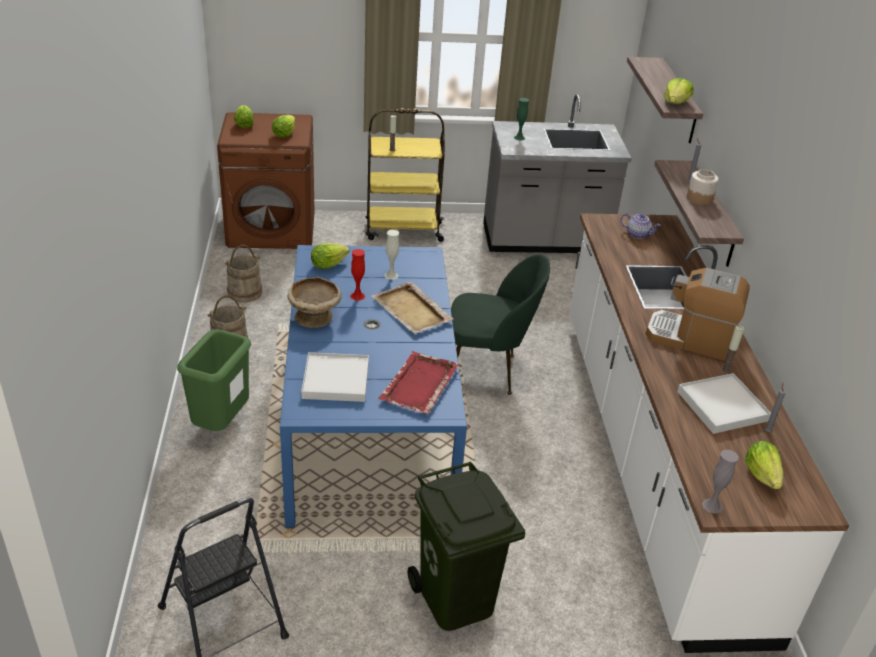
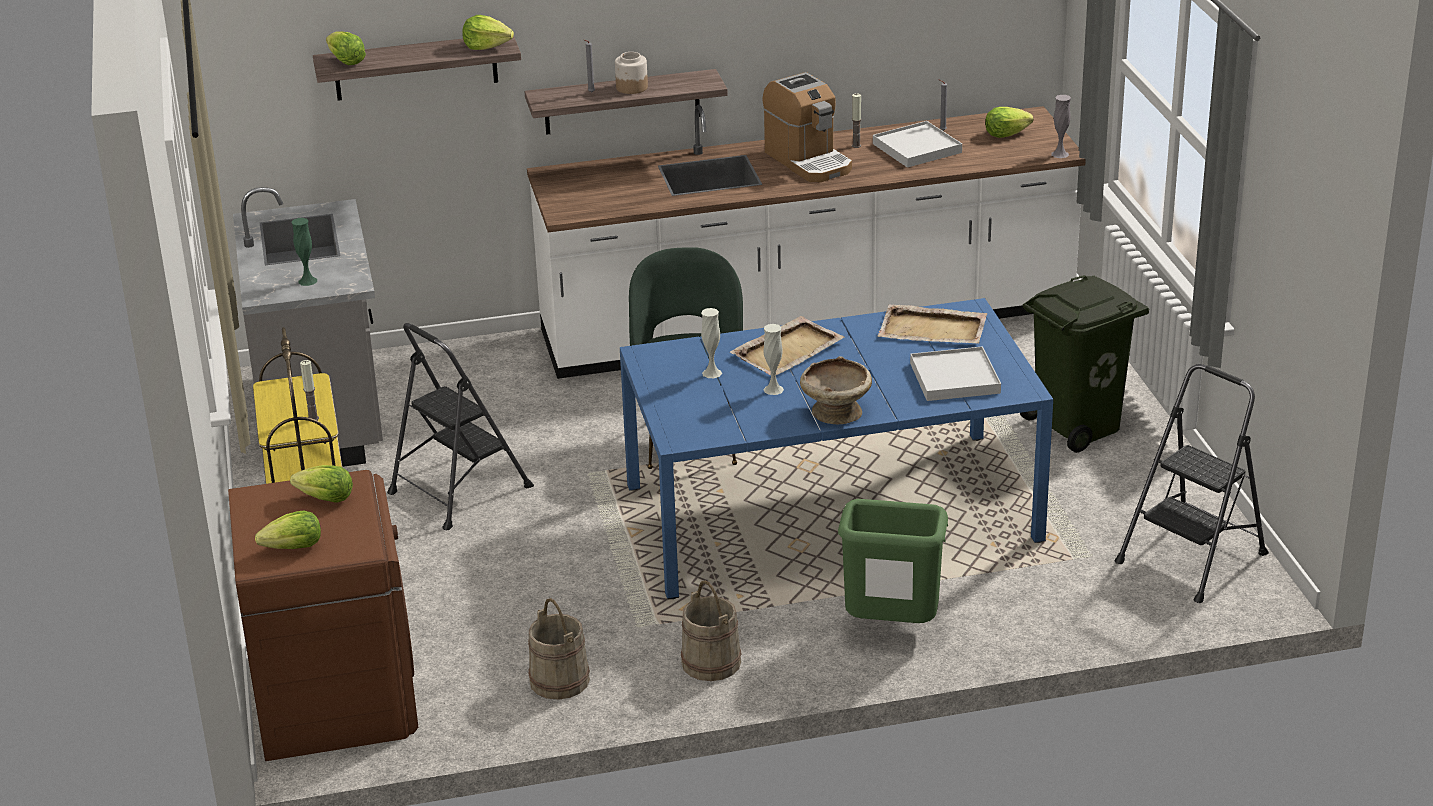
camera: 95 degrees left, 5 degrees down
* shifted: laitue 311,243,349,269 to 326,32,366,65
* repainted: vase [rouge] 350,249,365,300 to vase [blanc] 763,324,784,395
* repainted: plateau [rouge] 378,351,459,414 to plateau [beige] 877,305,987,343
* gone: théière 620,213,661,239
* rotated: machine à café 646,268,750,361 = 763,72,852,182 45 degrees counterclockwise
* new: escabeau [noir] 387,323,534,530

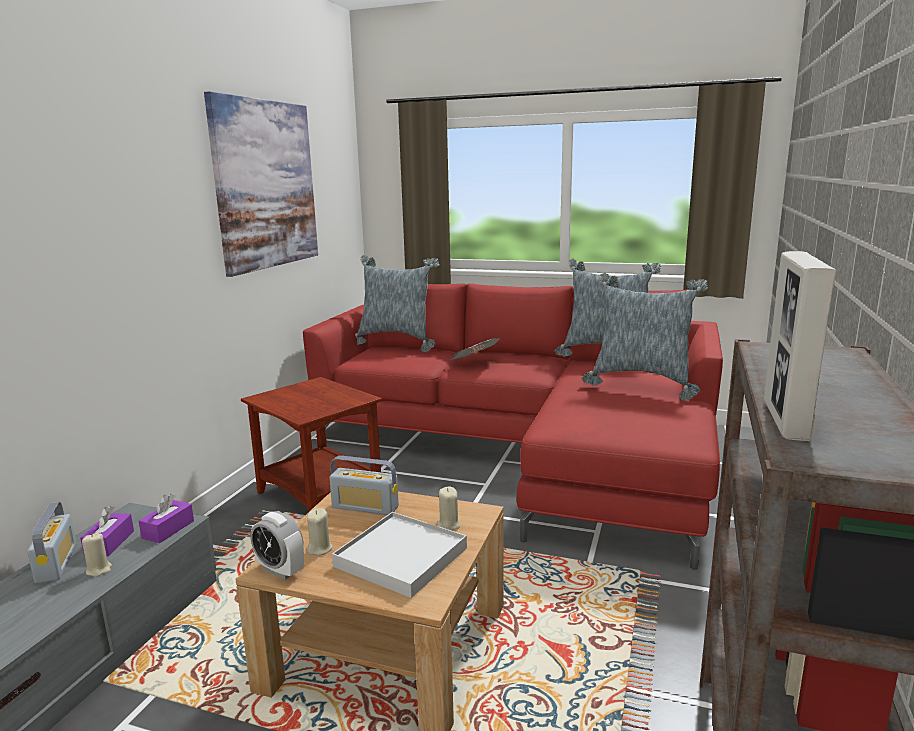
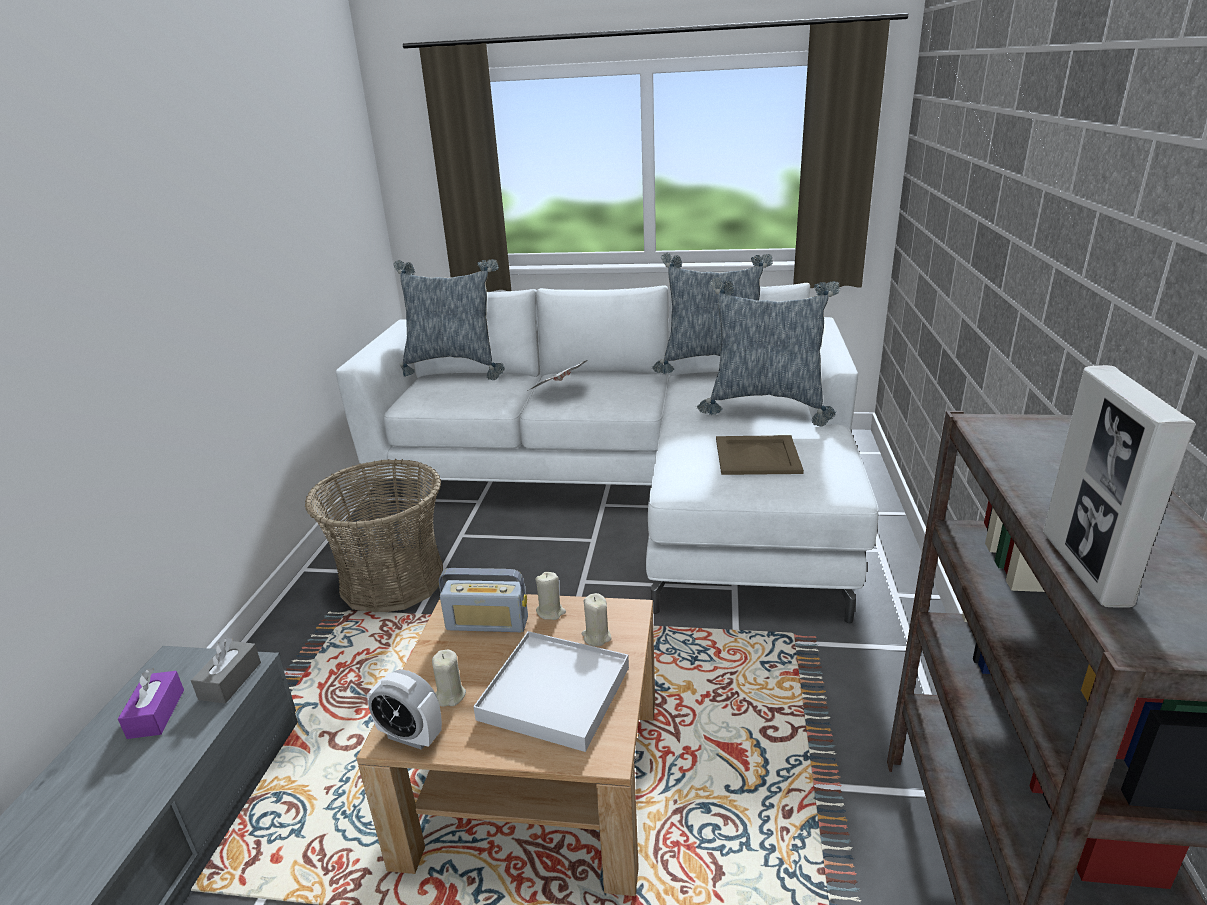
camera: 10 degrees left, 10 degrees up
* gone: radio 27,502,77,583
* shifted: bougie [beige] 82,533,112,577 to 535,572,566,620
* repainted: boîte à mouchoirs [violet] 138,494,194,543 to boîte à mouchoirs [gris] 191,638,261,704
* gone: tableau 204,91,318,277
* swapped: table d'appoint [marron] 241,377,382,512 to panier 305,459,443,612
* repainted: canapé [rouge] 303,284,723,570 to canapé [blanc] 336,283,879,623
* new: plateau [beige] 716,435,804,475

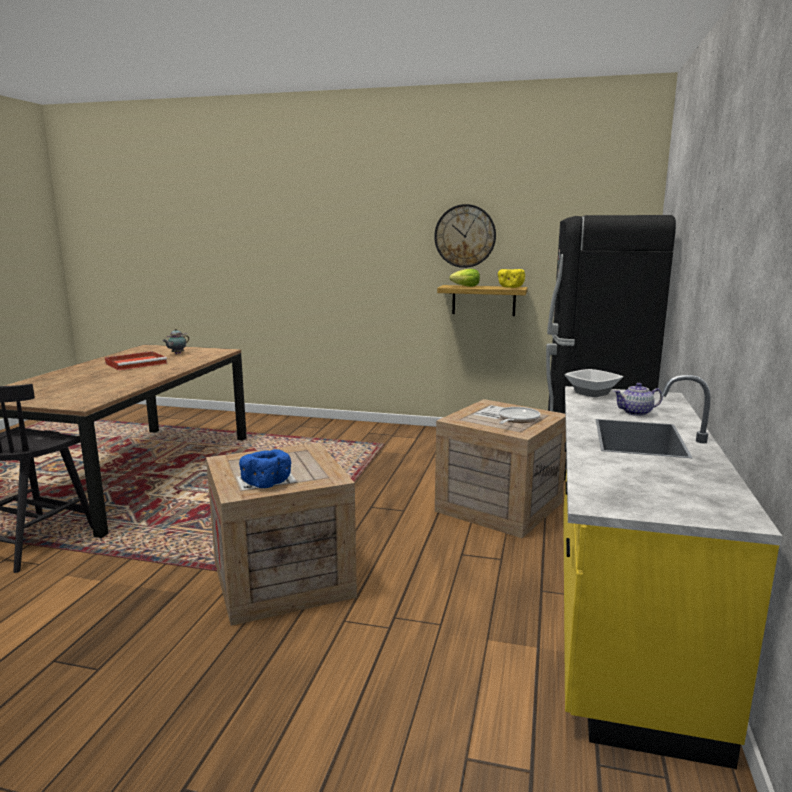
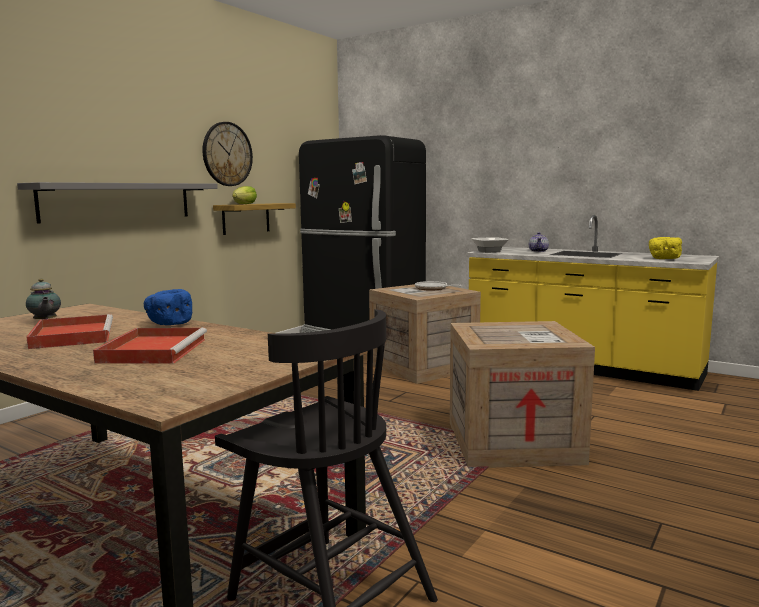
camera: 70 degrees left, 5 degrees down
* shifted: bol [bleu] 239,449,291,488 to 144,289,192,325
* shifted: bol [jaune] 498,269,525,288 to 649,237,682,259
* new: étagère [gris] 17,182,218,224
* new: plateau [rouge] 93,327,207,364

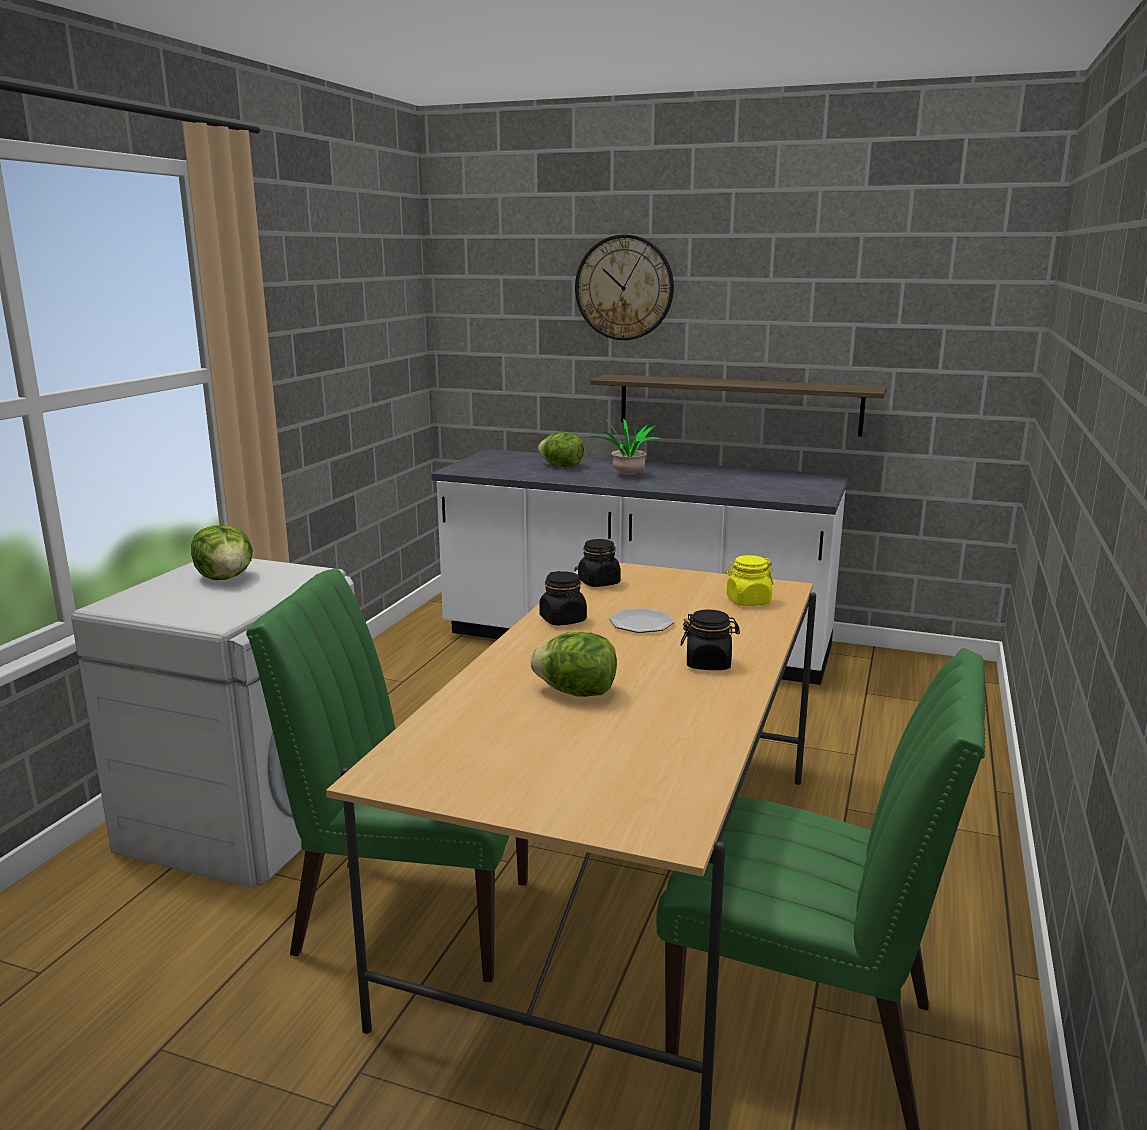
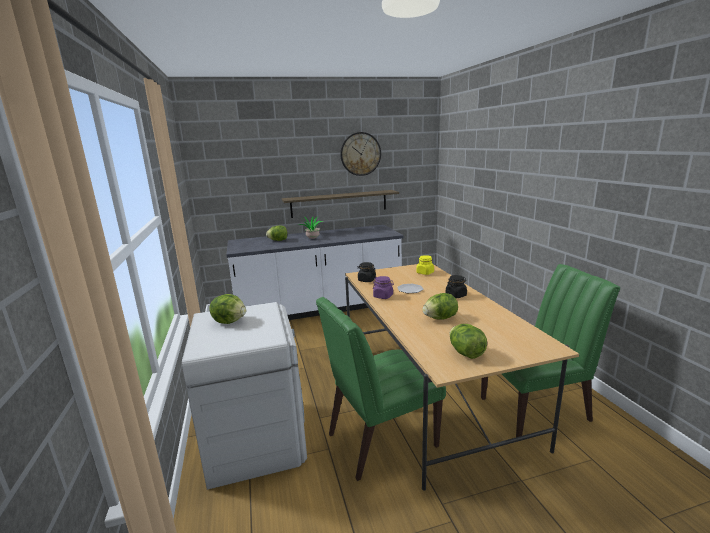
camera: 35 degrees left, 0 degrees up
* repainted: bocal [noir] 539,571,587,626 to bocal [violet] 373,276,394,299
* shifted: horloge murale 575,235,674,340 to 340,132,381,176
* new: laitue 449,324,487,359

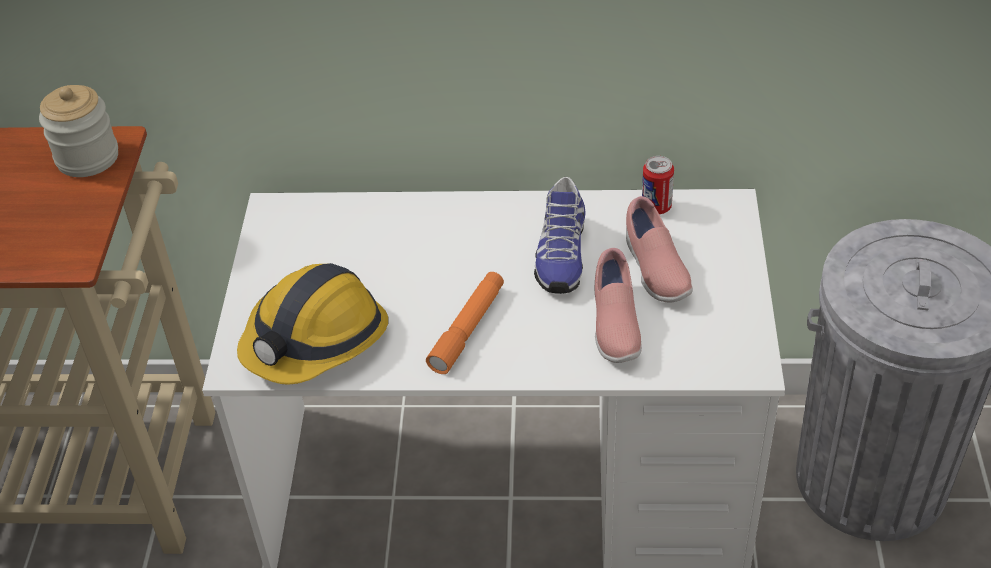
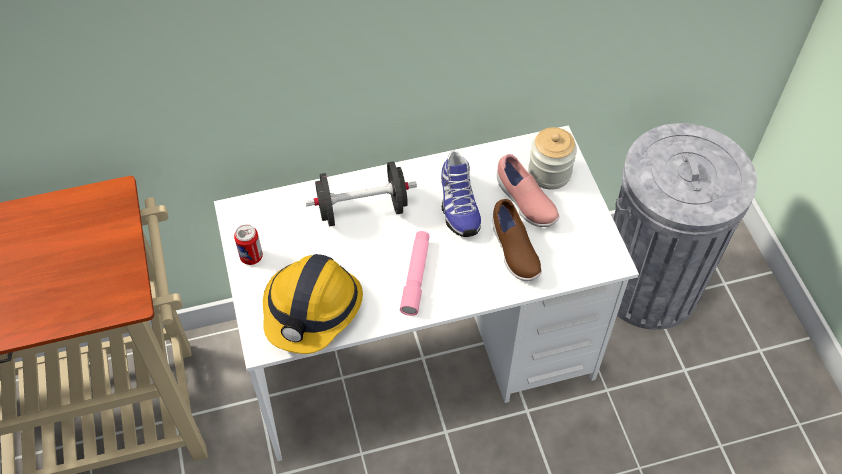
camera: 20 degrees left, 10 degrees up
* shifted: bocal 39,85,118,177 to 528,127,577,190
* repainted: lampe de poche [orange] 426,272,504,374 to lampe de poche [rose] 400,231,429,316
* repainted: chaussure [rose] 595,248,642,363 to chaussure [marron] 493,199,542,281
* shifted: boîte métallique 642,156,674,214 to 234,224,263,265
* new: haltère [noir] 305,161,417,226

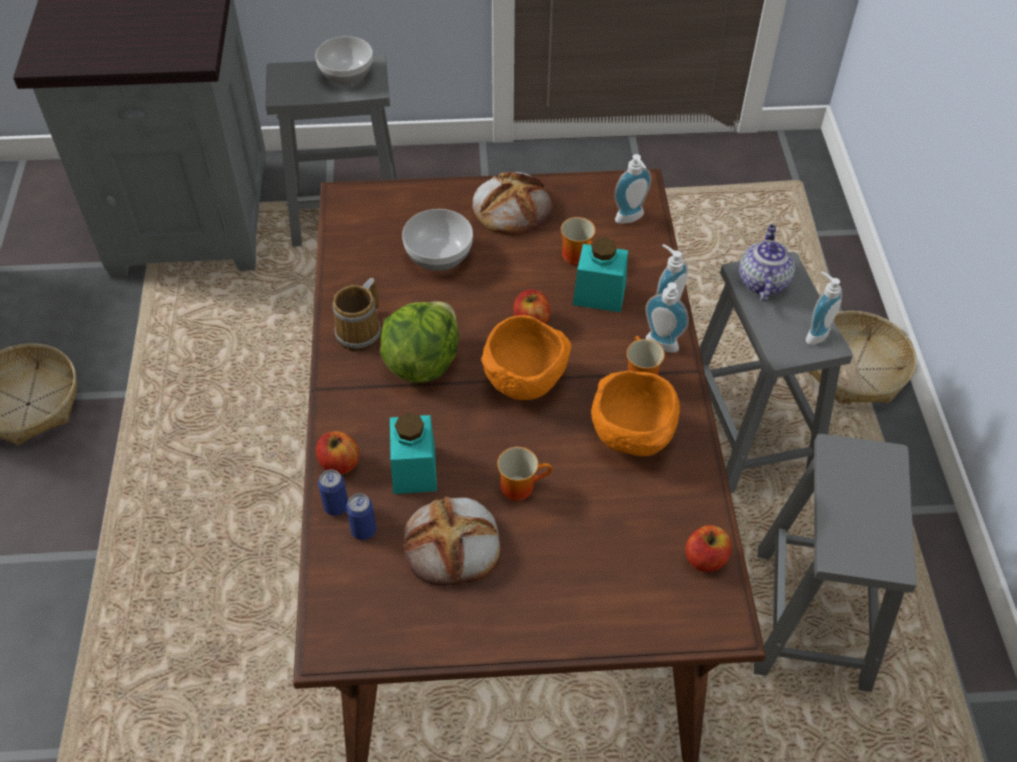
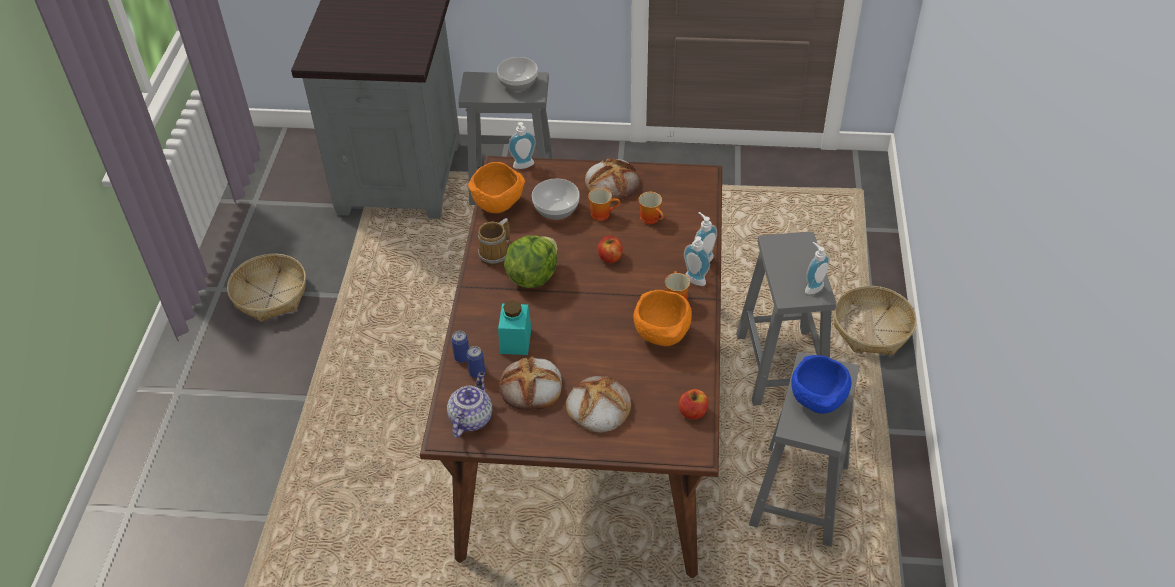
camera: 10 degrees right, 5 degrees down
* gone: pomme 316,431,359,474
* shifted: bol [orange] 481,315,572,400 to 468,162,525,213
* shifted: mug 497,447,552,501 to 588,188,621,221
* gone: bocal [turquoise] 573,238,628,312
* shifted: distributeur de savon 614,154,652,224 to 508,122,536,169
* shifted: théière 739,225,795,302 to 447,372,492,438
* new: pain 566,376,631,433
* new: bol [bleu] 791,355,852,414

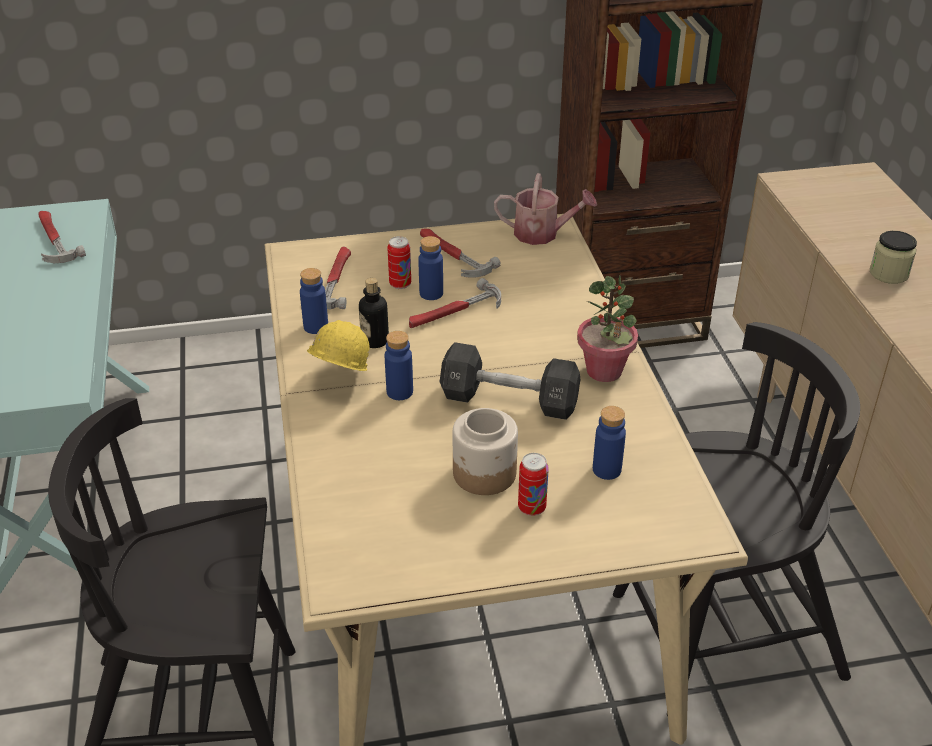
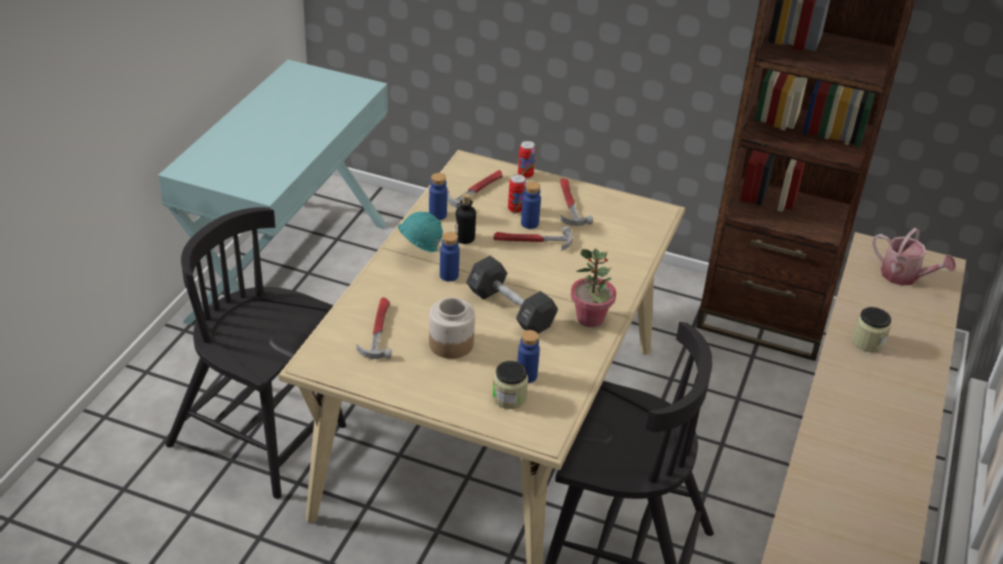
camera: 30 degrees right, 0 degrees up
* shifted: marteau 38,211,86,263 to 356,297,392,359
* repainted: casque de chantier [jaune] 307,320,370,371 to casque de chantier [turquoise] 398,212,443,252
* shifted: arrosoir 494,173,597,245 to 872,228,956,286
* shifted: boîte métallique 518,453,549,516 to 518,141,536,179
* new: bocal 492,361,528,409

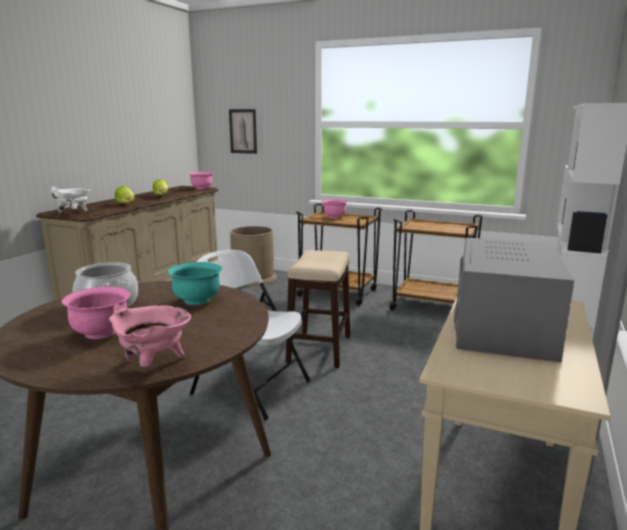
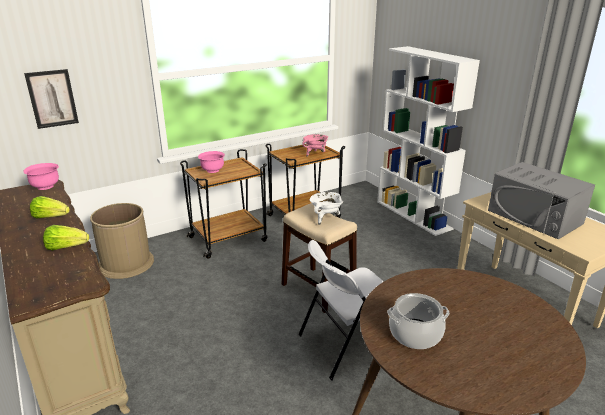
camera: 55 degrees left, 10 degrees up
* shifted: marmite [blanc] 50,186,91,214 to 310,192,343,225
* gone: bol [rose] 62,287,130,339
* shifted: marmite [rose] 109,304,191,367 to 302,134,328,157
* gone: bol [turquoise] 168,262,223,305

